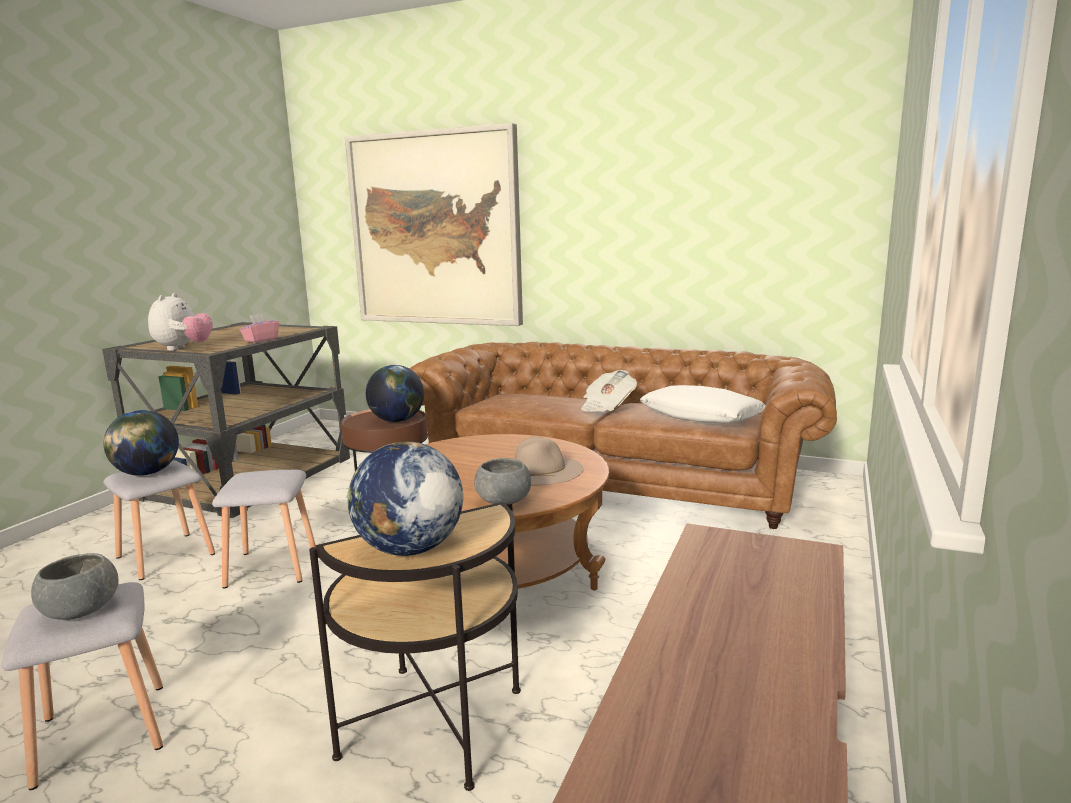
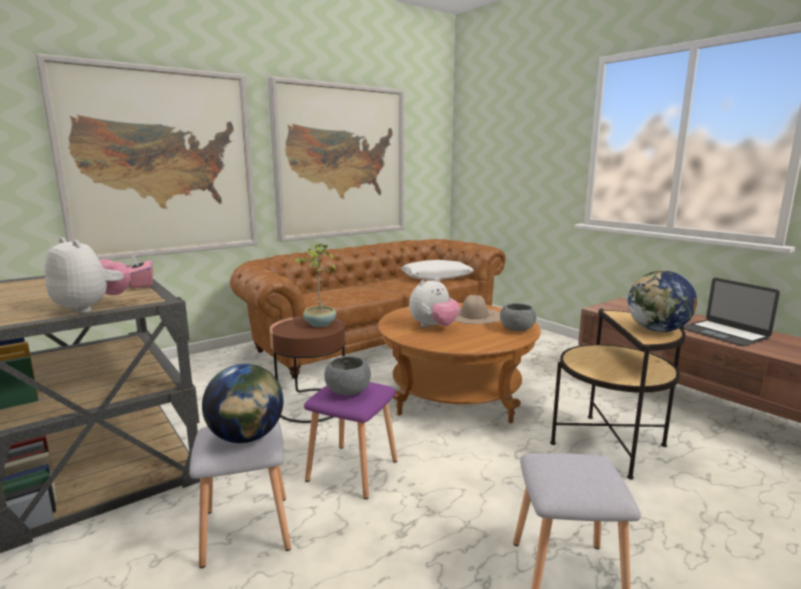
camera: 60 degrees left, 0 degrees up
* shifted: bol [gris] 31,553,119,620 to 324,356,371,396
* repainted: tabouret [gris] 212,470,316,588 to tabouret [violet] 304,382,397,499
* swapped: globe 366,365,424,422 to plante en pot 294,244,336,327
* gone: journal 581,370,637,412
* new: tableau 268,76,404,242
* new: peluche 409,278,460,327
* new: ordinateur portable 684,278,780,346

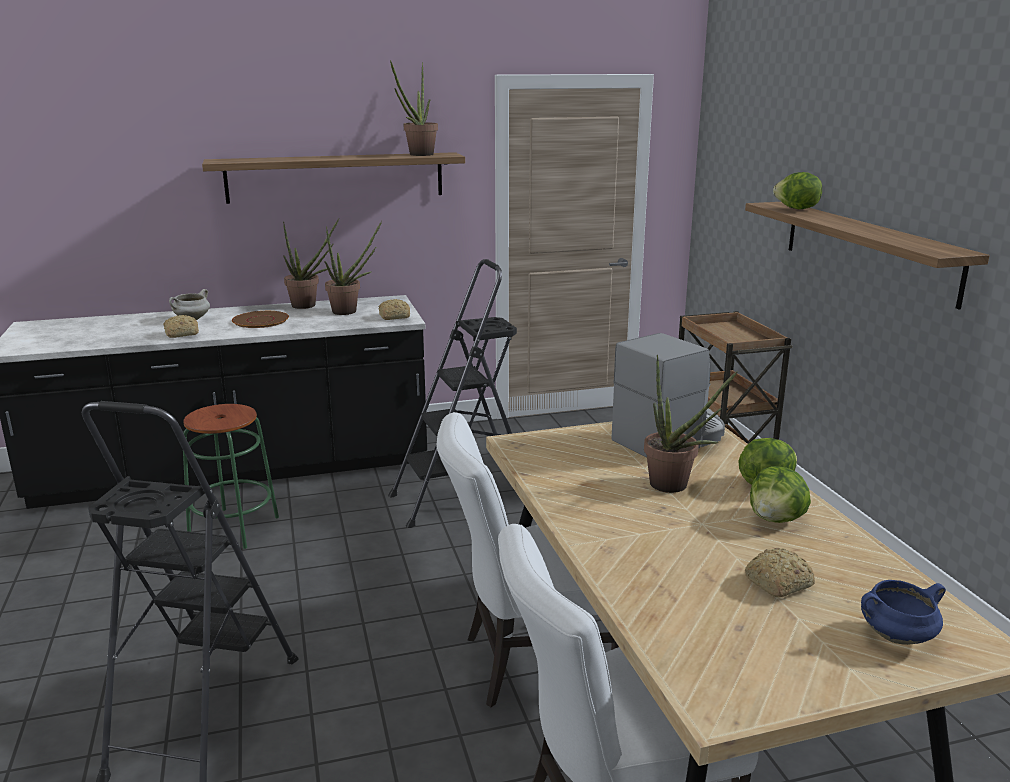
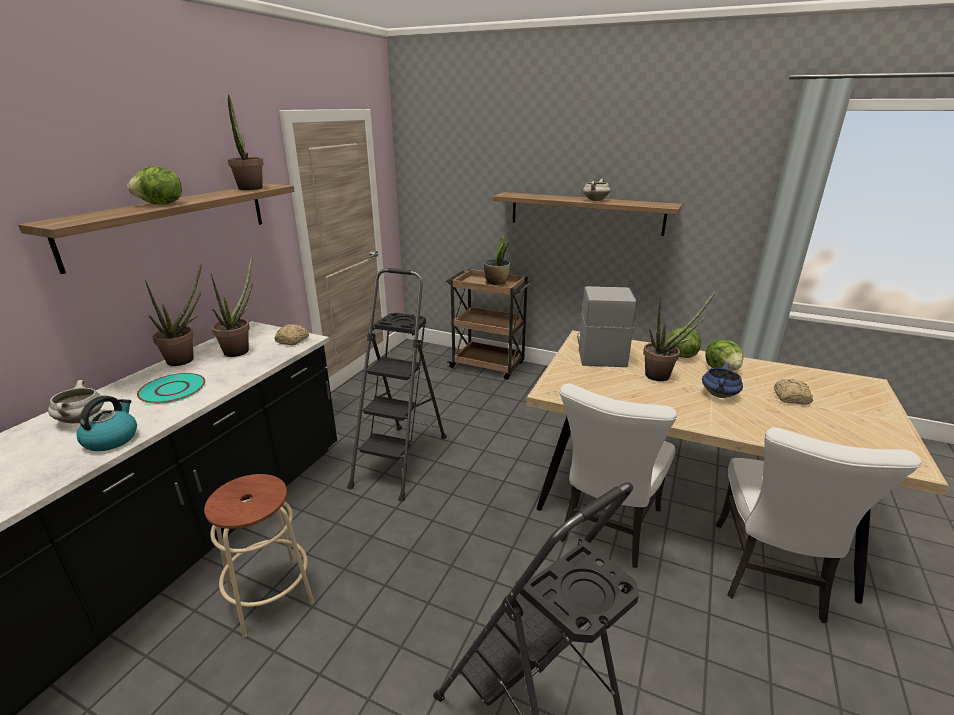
camera: 50 degrees left, 5 degrees up
* swapped: pain 164,315,199,338 to bouilloire 76,396,137,451
* repainted: tabouret [vert] 183,404,279,549 to tabouret [beige] 204,474,314,638
* repainted: assiette [marron] 232,311,289,328 to assiette [turquoise] 137,373,205,404
* shifted: laitue 773,172,822,209 to 127,166,182,205
* shifted: marmite [bleu] 861,580,946,645 to 702,362,743,398
* new: plante en pot 484,235,510,287
* new: marmite [blanc] 583,179,610,201

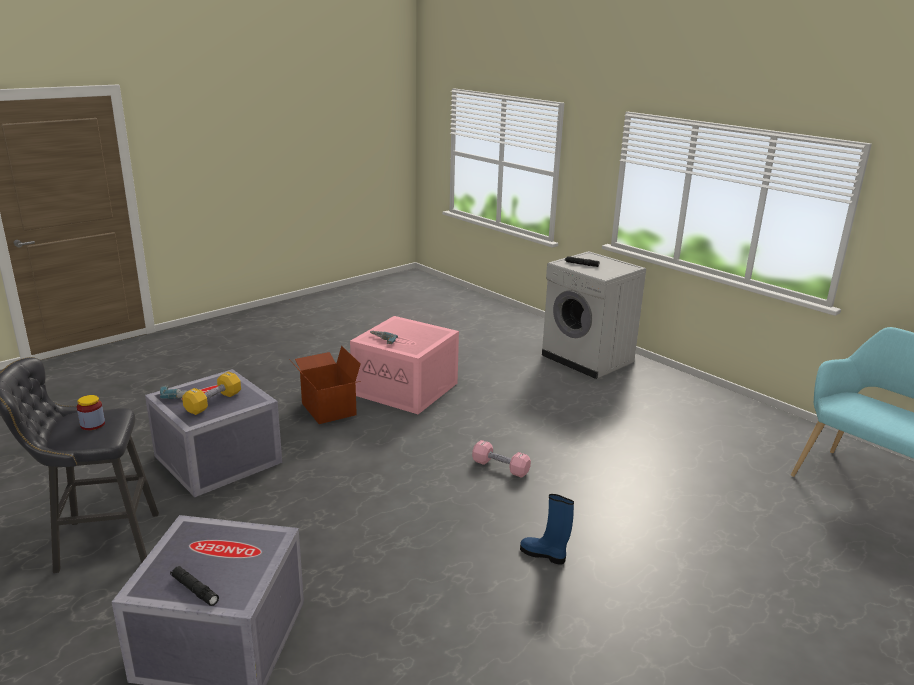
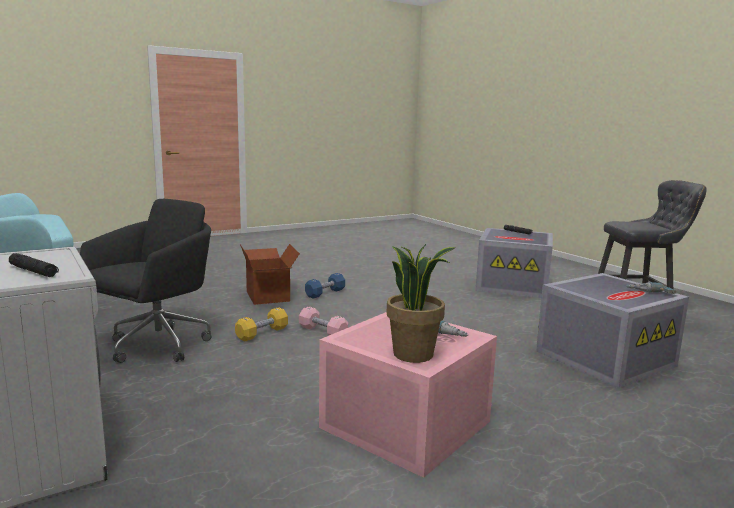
camera: 170 degrees left, 10 degrees down
* gone: bocal 77,395,105,430
* shifted: haltère [jaune] 182,372,241,415 to 235,307,288,342
* shifted: carton 288,346,361,424 to 240,244,300,305
* swapped: botte [bleu] 520,494,574,565 to haltère [bleu] 305,273,345,299
* new: chaise de bureau [noir] 80,199,211,363
* new: plante en pot 387,244,456,363

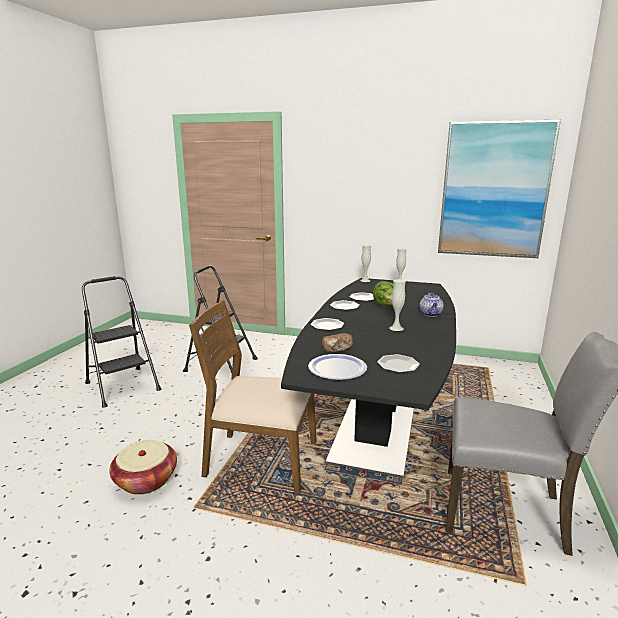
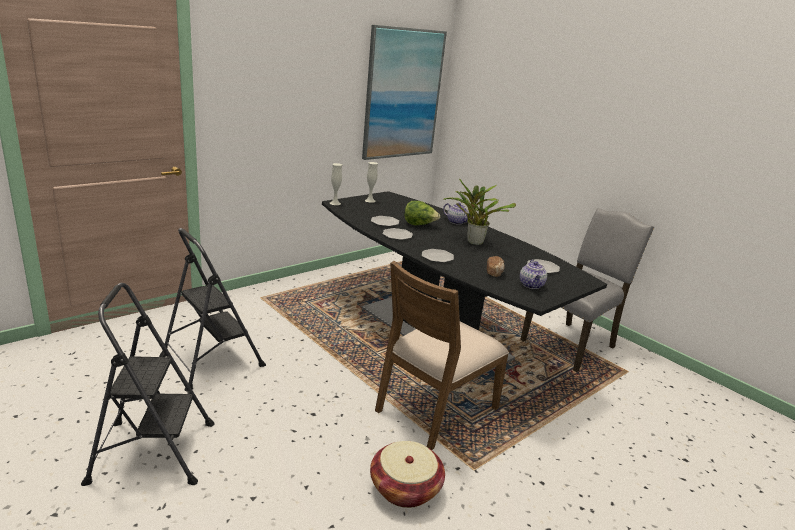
camera: 60 degrees left, 5 degrees up
* swapped: assiette 308,354,367,380 to théière 520,259,547,289
* swapped: vase [blanc] 389,279,406,331 to plante en pot 443,179,516,245

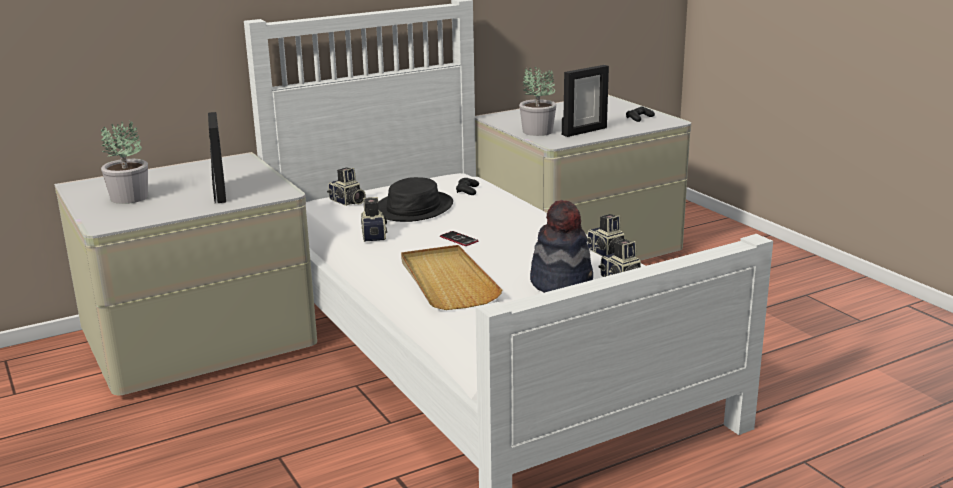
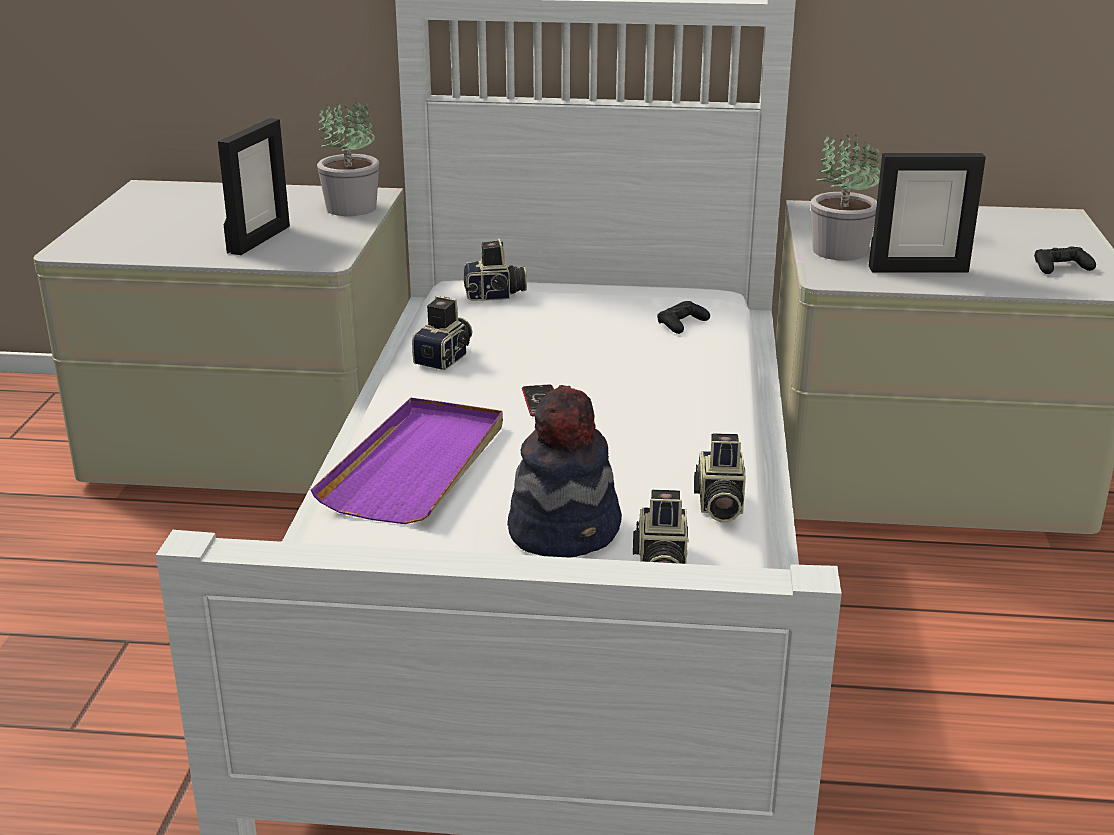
camera: 35 degrees right, 5 degrees up
* shifted: plante en pot 101,120,148,204 to 317,101,379,216
* rotated: appareil photo 327,167,366,206 = 463,239,527,301 90 degrees counterclockwise
* gone: chapeau [noir] 378,177,453,222
* repainted: plateau [beige] 401,245,503,310 to plateau [violet] 311,398,503,524

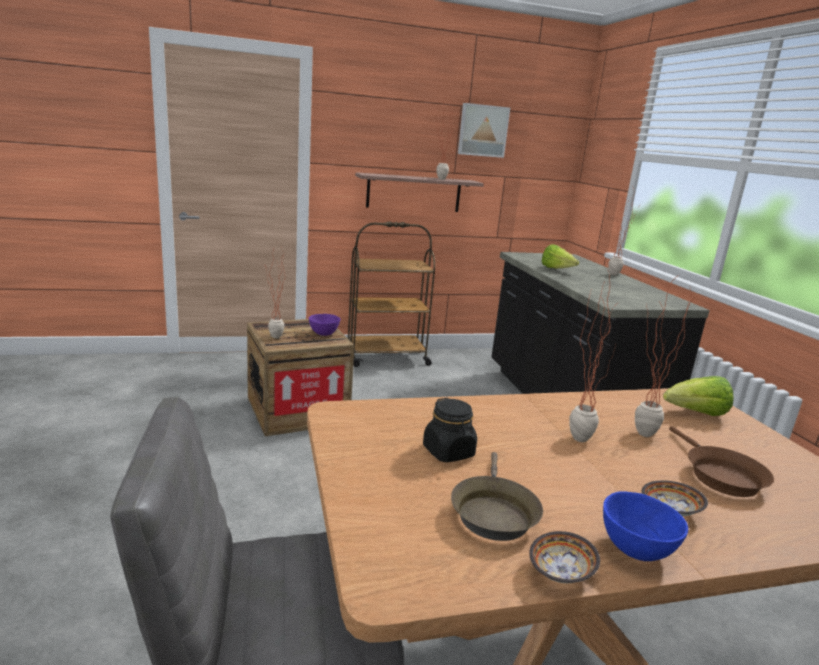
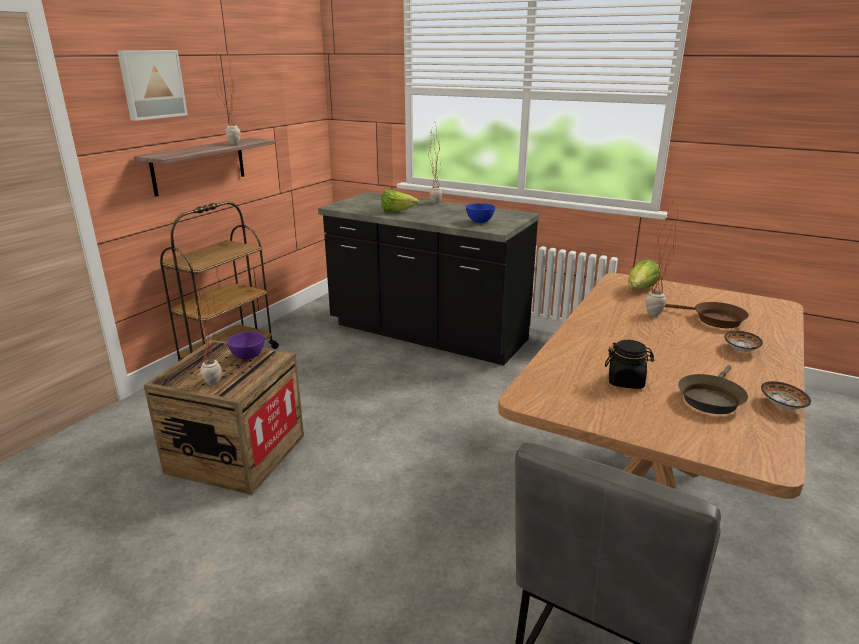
camera: 45 degrees left, 5 degrees up
* rotated: poêle [marron] 451,452,543,541 = 678,365,748,414 75 degrees clockwise
* shifted: tableau 458,103,510,158 to 117,50,188,121
* gone: plante en pot 569,269,616,442
* shifted: bol [bleu] 603,491,688,561 to 466,203,495,223

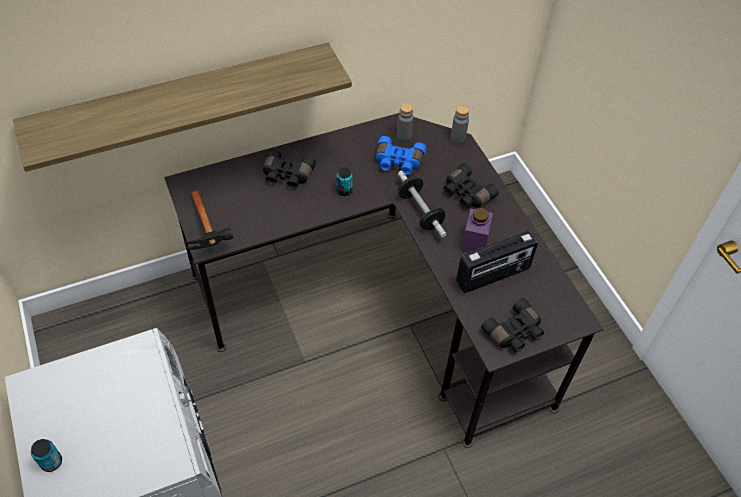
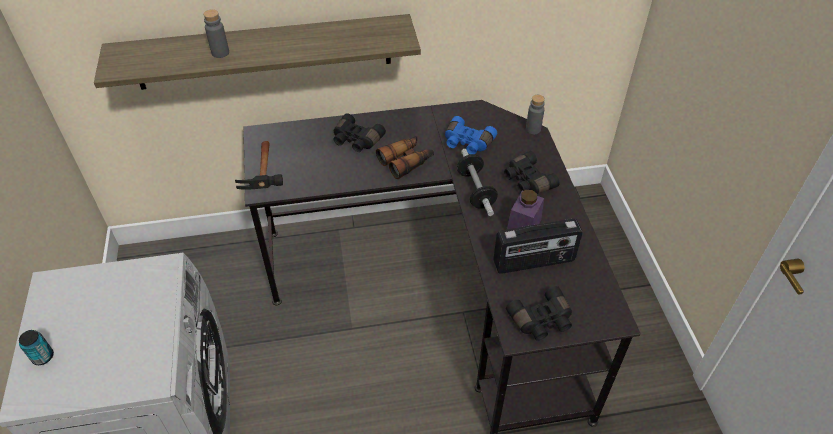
camera: 15 degrees right, 5 degrees down
* swapped: boîte métallique 336,167,353,196 to jumelles 376,136,434,179
* shifted: bouteille [gris] 397,103,414,142 to 203,9,229,58

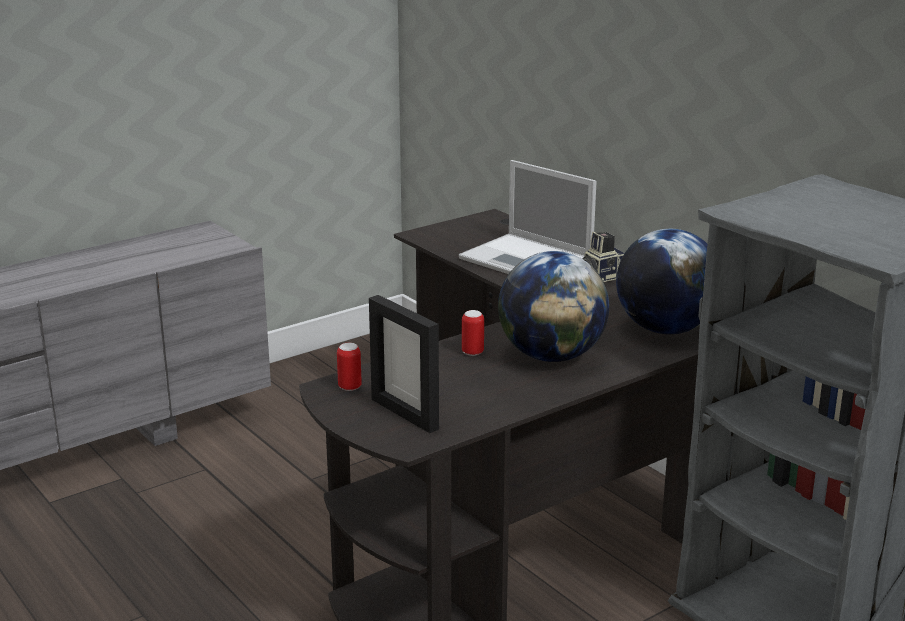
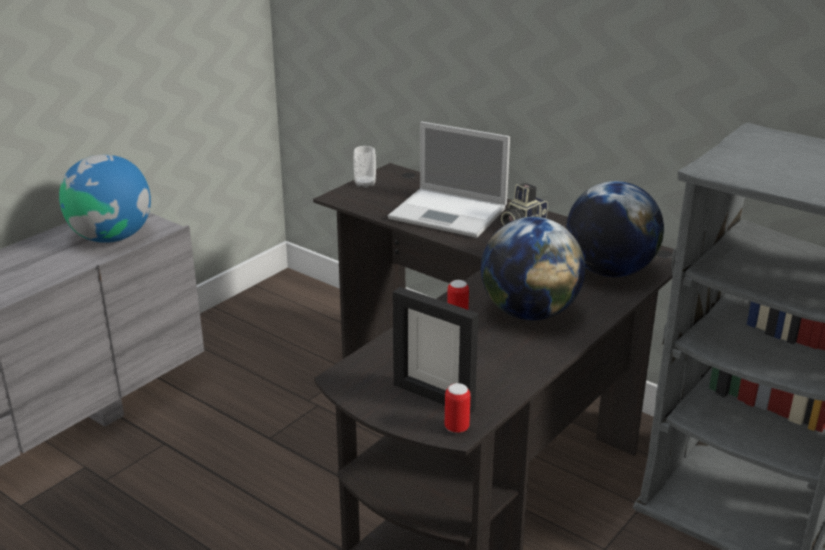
camera: 15 degrees left, 5 degrees up
* shifted: boîte métallique 337,343,362,391 to 445,383,471,433
* new: globe 59,155,151,243
* new: tasse 354,146,376,188

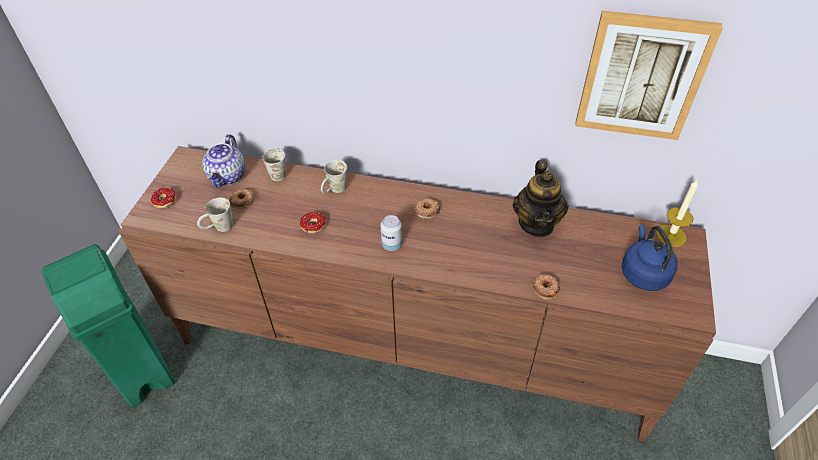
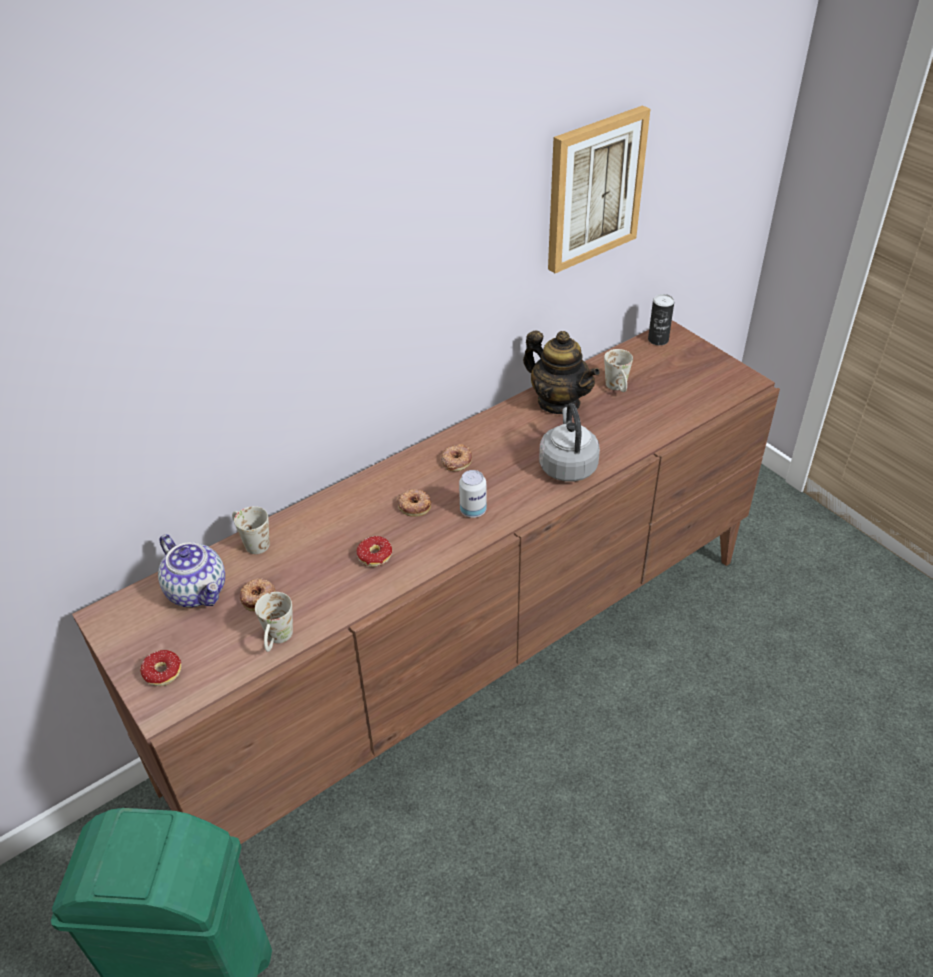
camera: 50 degrees left, 5 degrees down
* shifted: mug [blanc] 321,160,347,193 to 604,349,633,392
* shifted: beignet 533,274,560,300 to 397,489,431,517
* gone: bouilloire [bleu] 622,224,678,291
* swapped: bougie 656,180,698,247 to boîte métallique 648,294,674,345
* new: bouilloire [gris] 539,403,600,482

